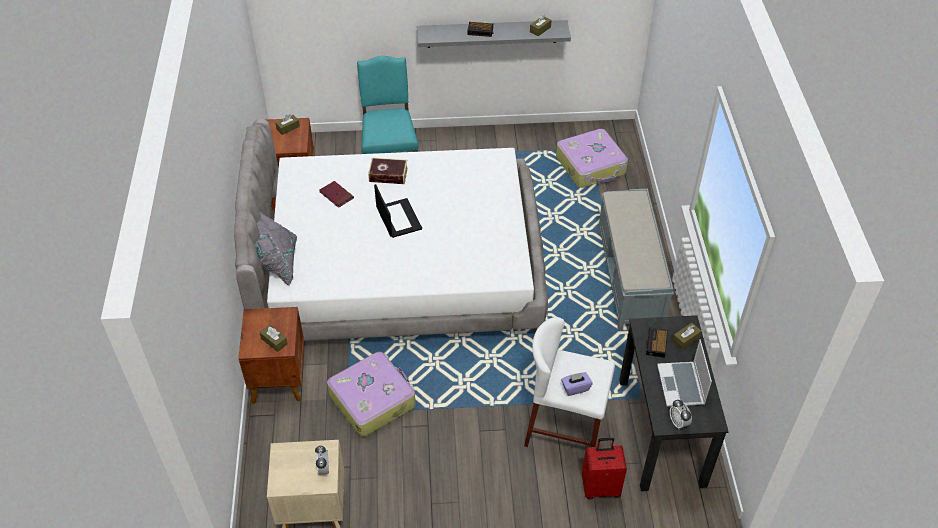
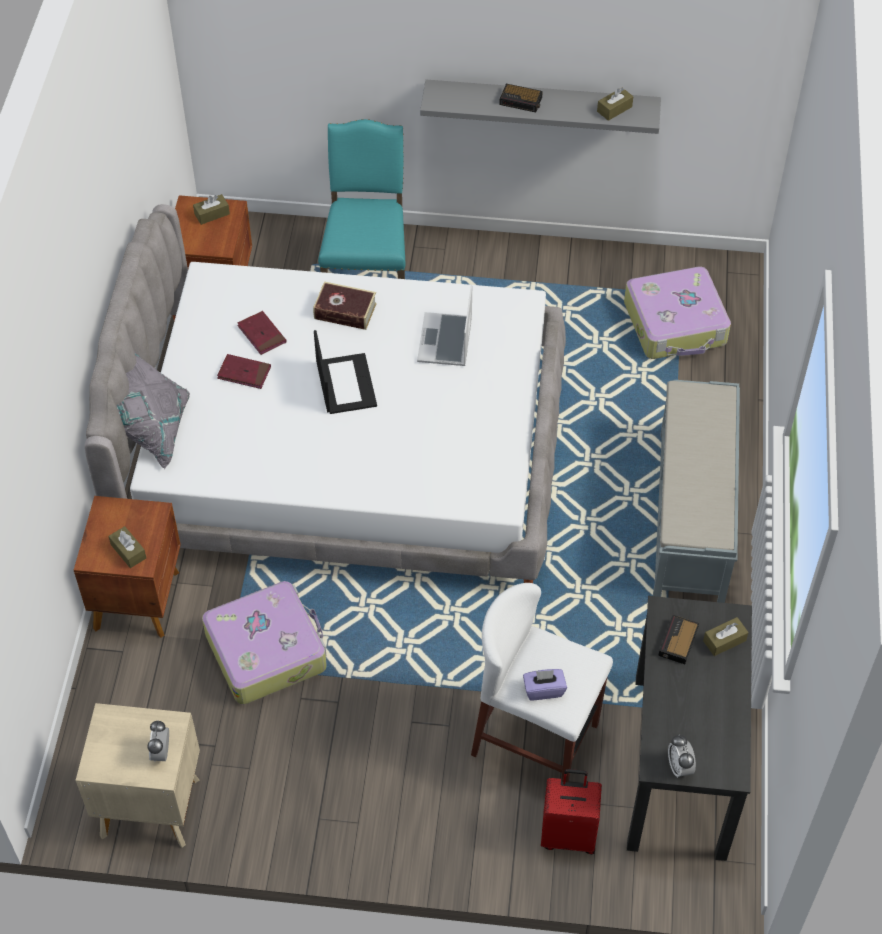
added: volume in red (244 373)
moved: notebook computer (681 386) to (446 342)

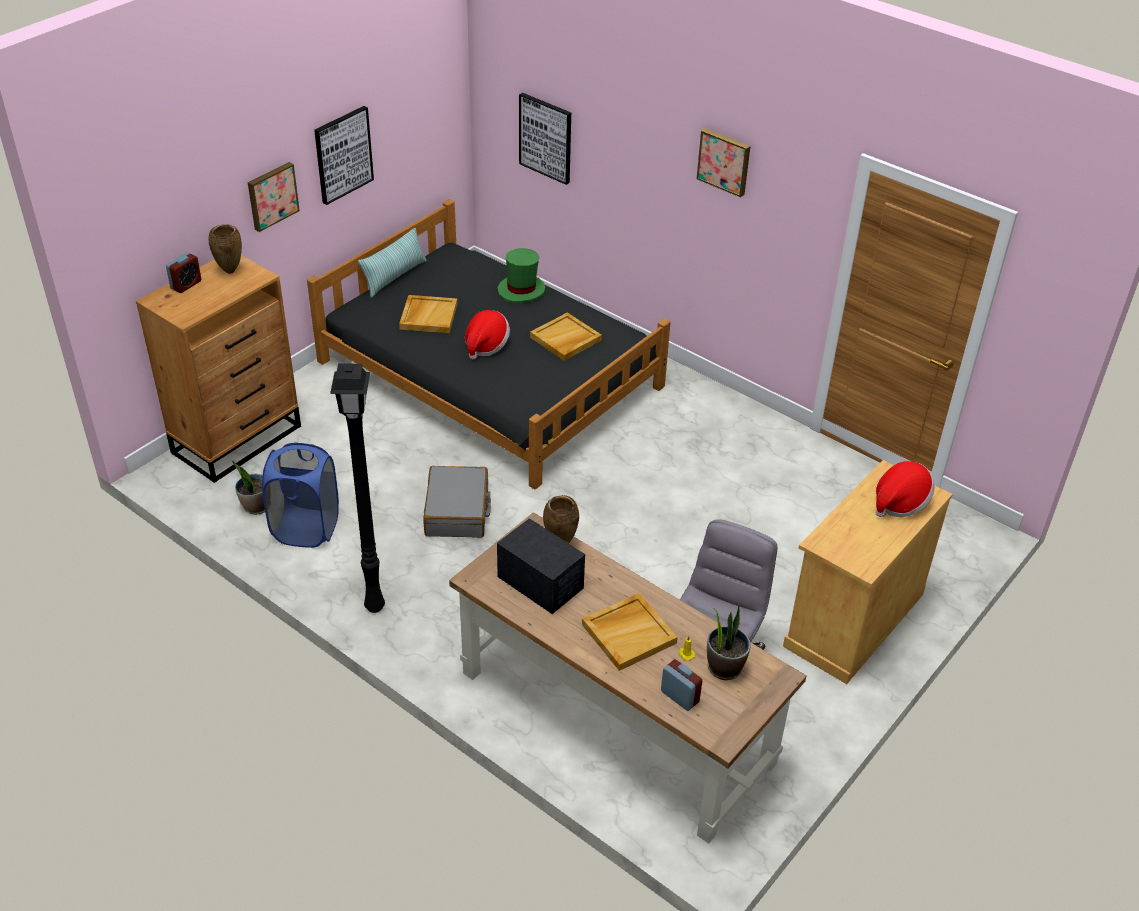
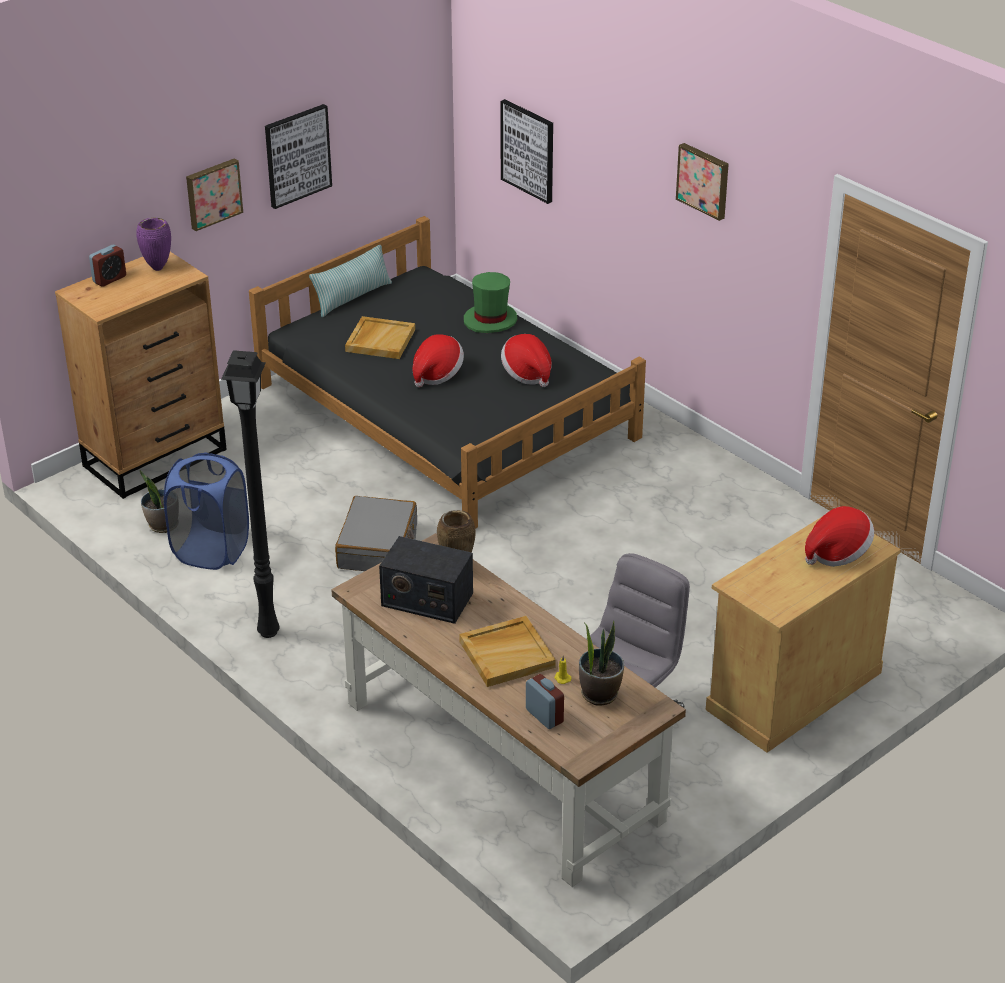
replaced: carrying tray in beige (565 339) to clothing hat (527 374)
recoloured: decorative vase in brown-coloured (230 271) to decorative vase in purplish (158 268)
turned: radio (541 582) = (426 599) 150 degrees clockwise

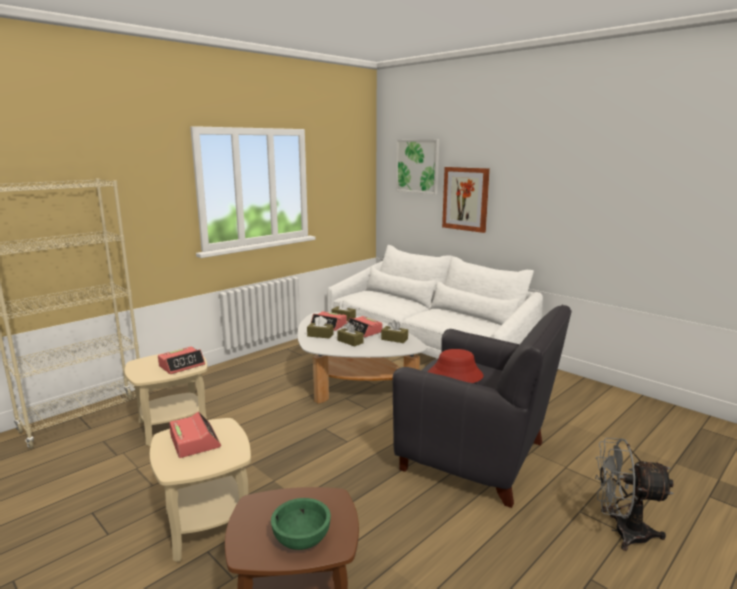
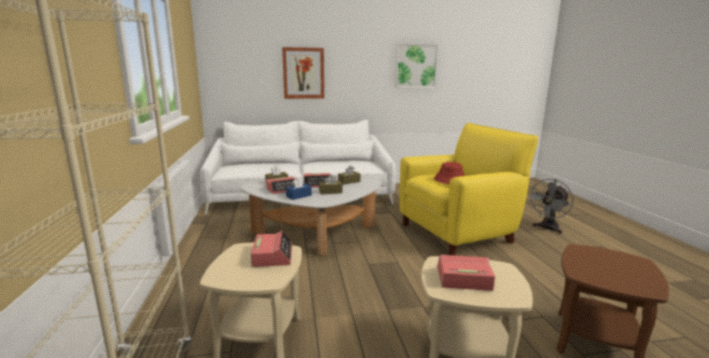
removed: bowl in green-coloured (302 539)
moved: wall art (417 166) to (416 66)
recoloured: box of tissues in brown-coloured (320 335) to box of tissues in blue-coloured (299 196); easy chair in blackish (477 457) to easy chair in yellow-coloured (458 233)

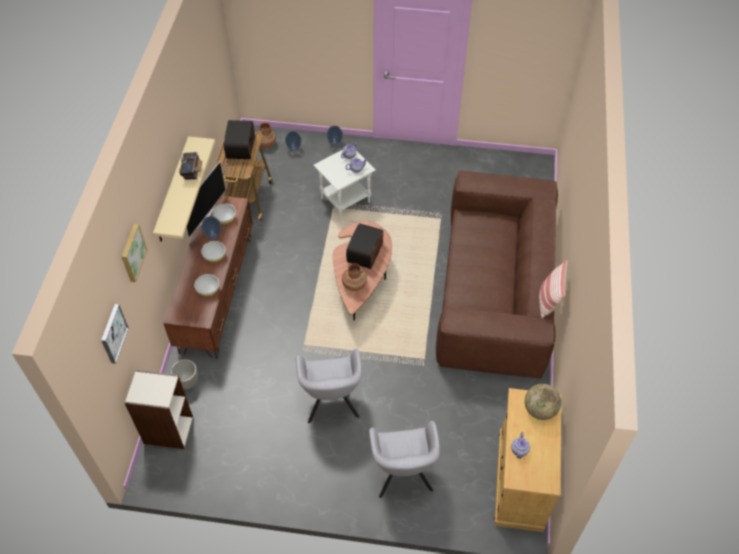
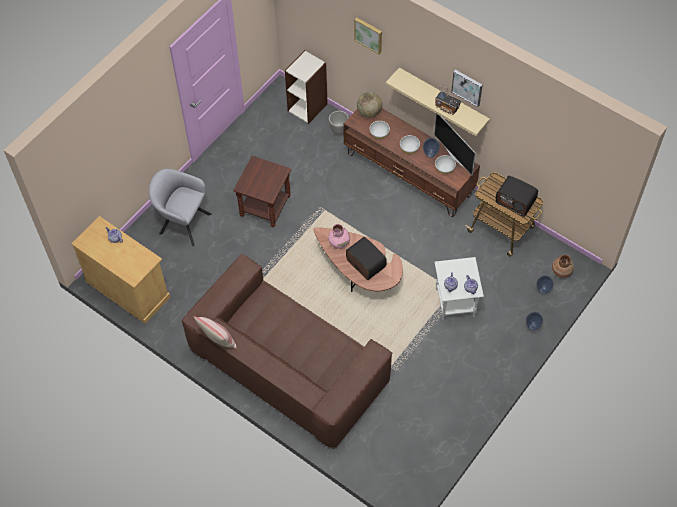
moved: wall art (113 333) to (467 87); globe (540 410) to (369 112)
replaced: easy chair in gray (331 403) to accent table in brown-coloured (265 206)
recoloured: decorative vase in brown-coloured (354 284) to decorative vase in pinkish (339 242)

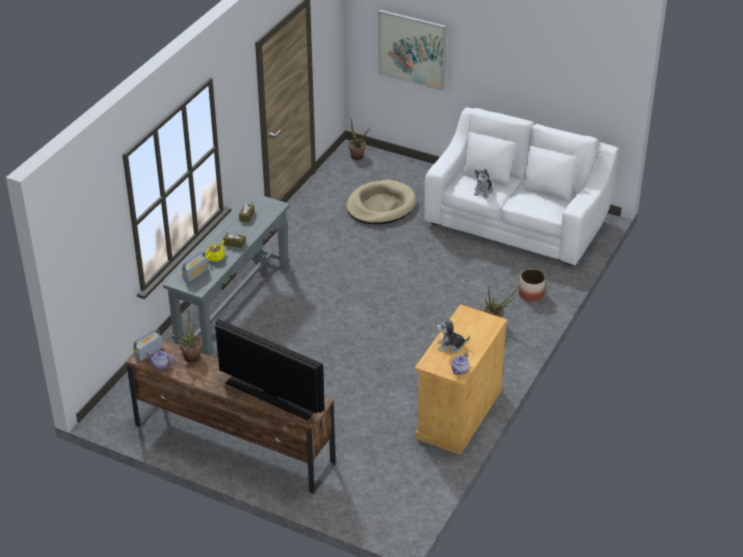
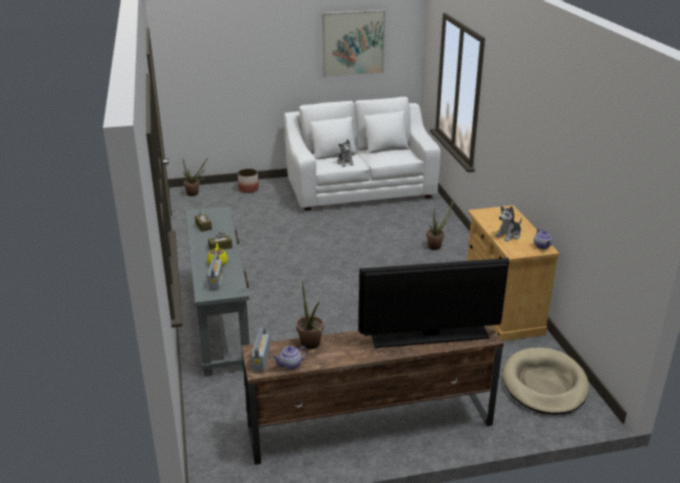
moved: dog cushion in beige (380 206) to (544 385); wall art (412 49) to (353 43); planter (531 294) to (249 189)

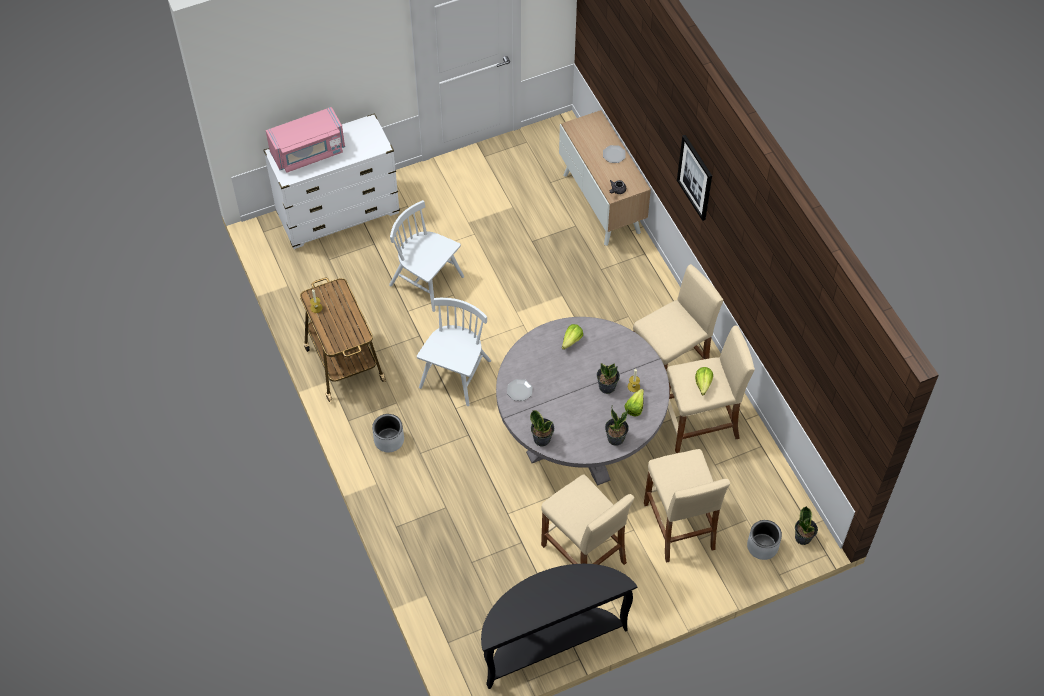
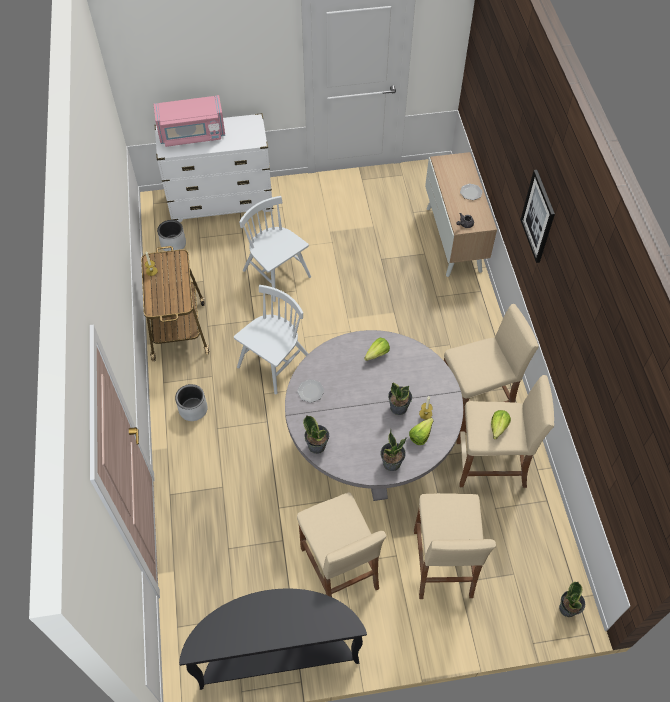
moved: planter in gray (762 546) to (173 244)

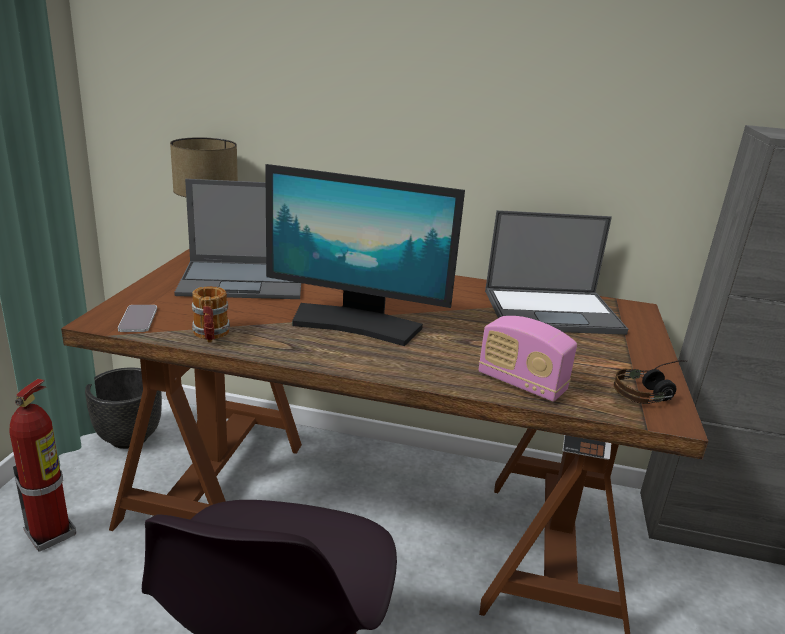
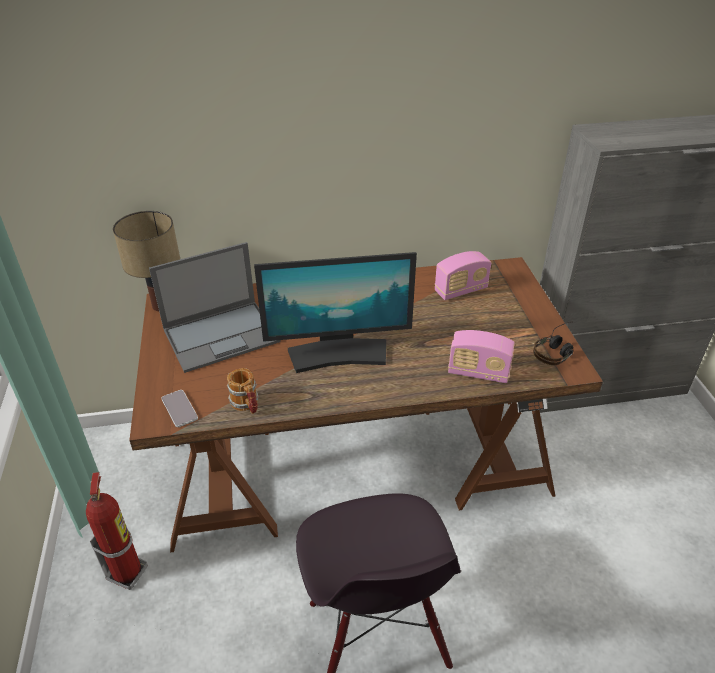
removed: planter in blackish (129 438)
replaced: notebook computer (553 311) to radio (461 290)

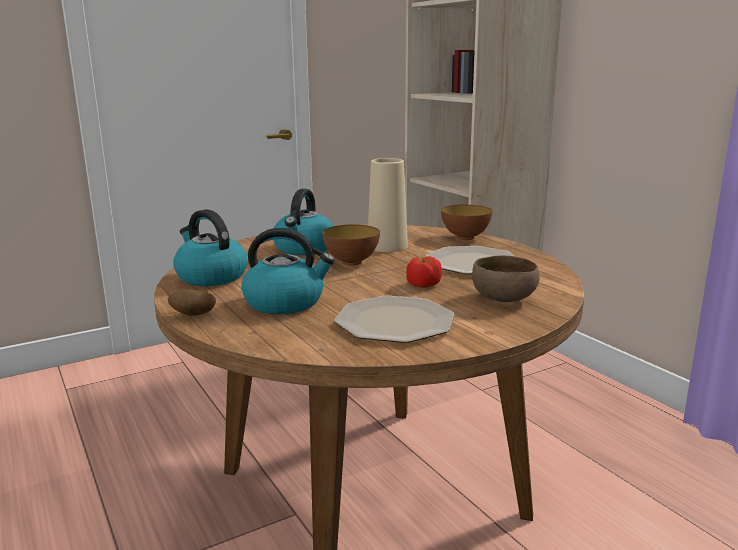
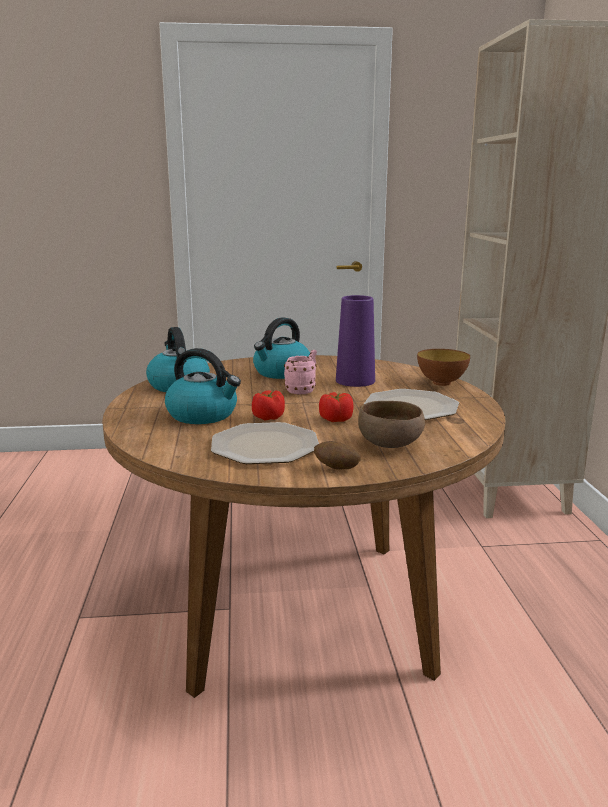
added: fresh tomato (269 417)
moved: spud (193 315) to (336 468)
replaced: bowl (351 262) to mug in pinkish (303 390)
recoloured: decorative vase in beige (387 246) to decorative vase in purplish (355 381)

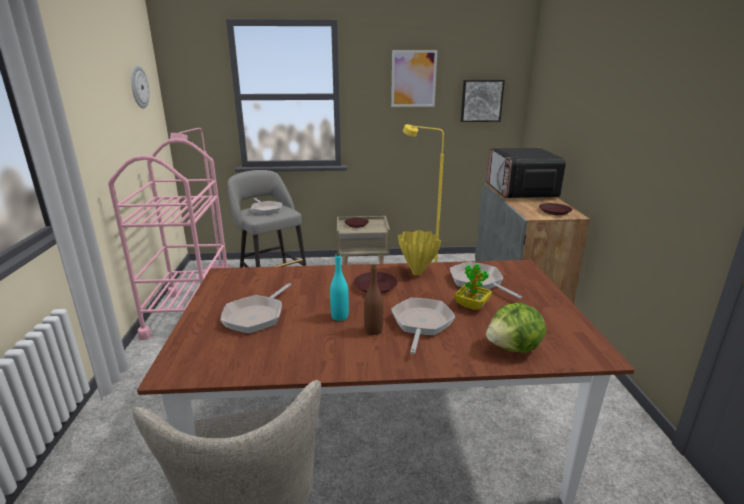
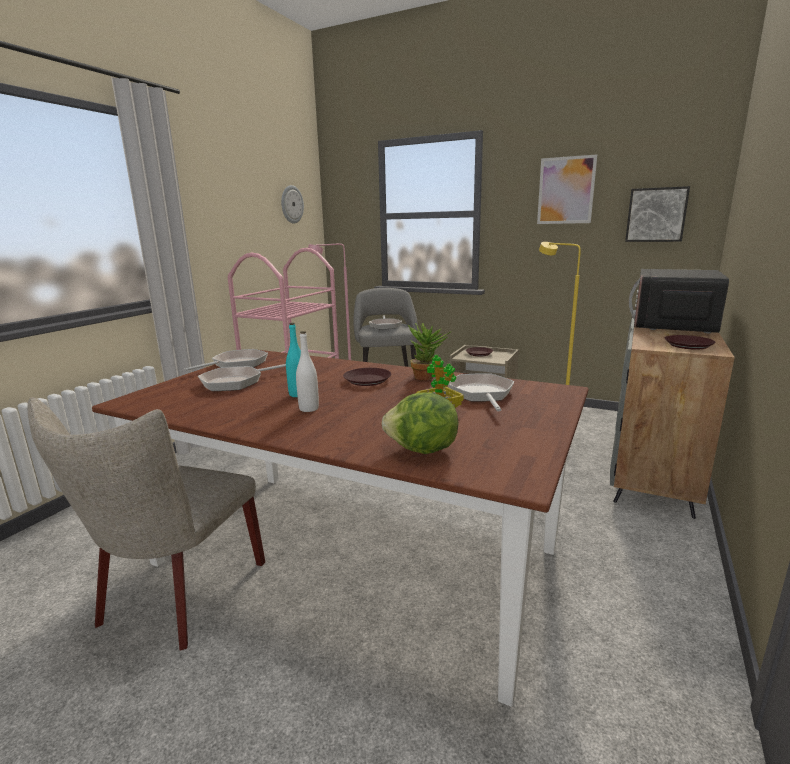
moved: frying pan (421 324) to (236 364)
replaced: decorative vase in yellow-coloured (417 272) to houseplant (428 377)
recoloured: bottle in brown-coloured (373 330) to bottle in whitish (309 409)

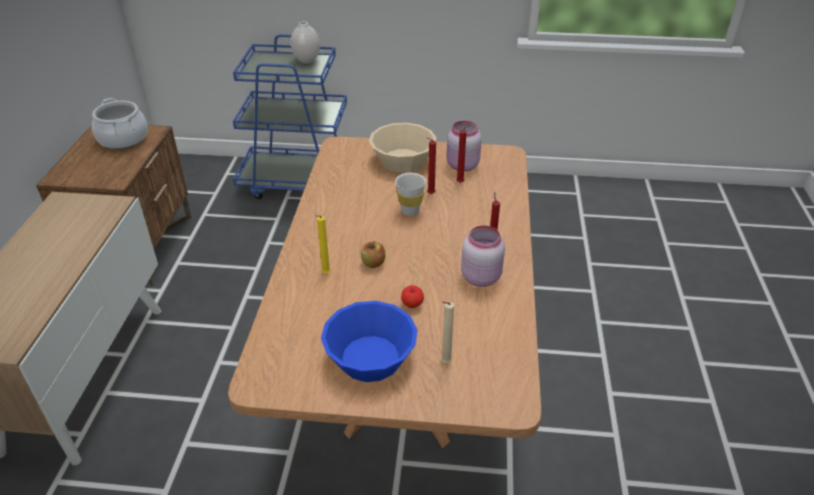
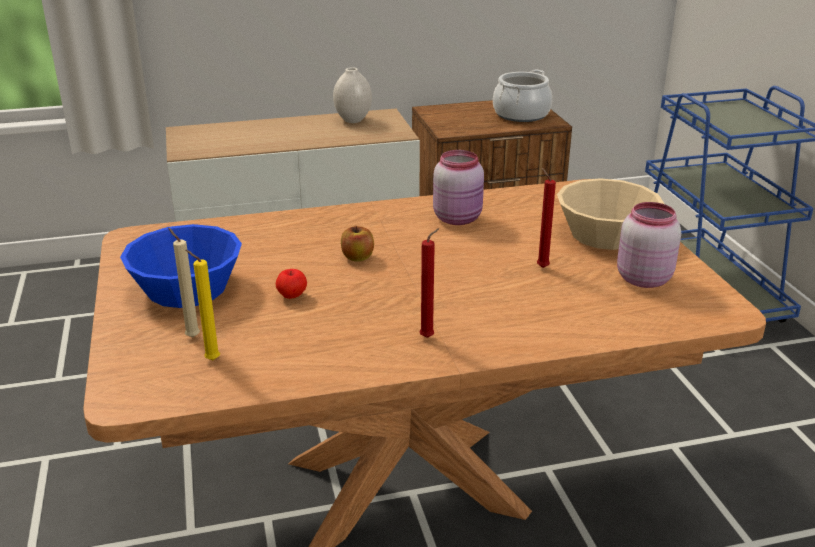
removed: cup in whitish (410 211); wax light in red (461 182)
moved: decorative vase in whitish (307 61) to (352 120); wax light in yellow-coloured (325 274) to (210 359); jar in pinkish (480 276) to (459 218)

